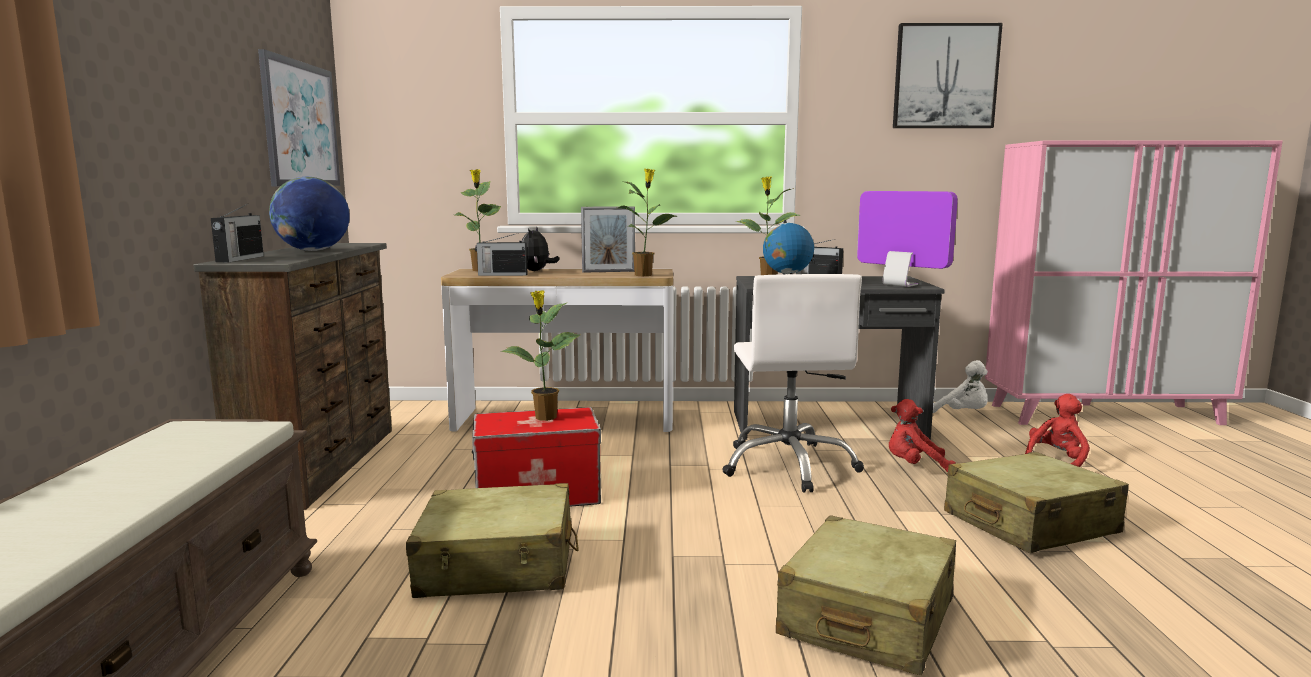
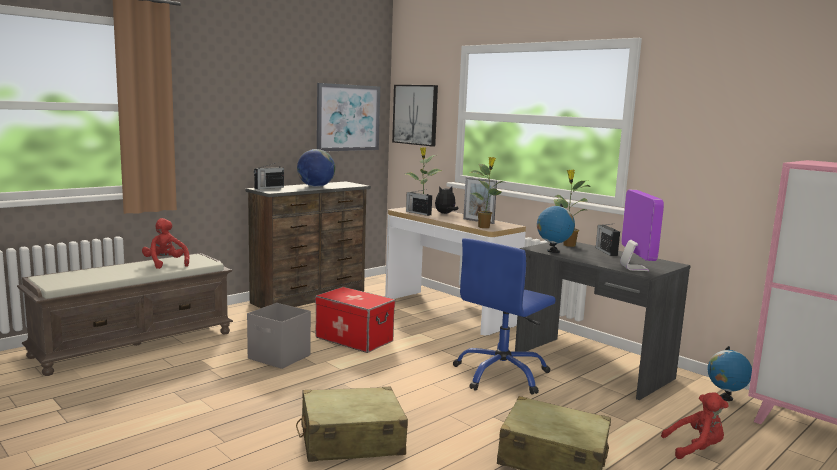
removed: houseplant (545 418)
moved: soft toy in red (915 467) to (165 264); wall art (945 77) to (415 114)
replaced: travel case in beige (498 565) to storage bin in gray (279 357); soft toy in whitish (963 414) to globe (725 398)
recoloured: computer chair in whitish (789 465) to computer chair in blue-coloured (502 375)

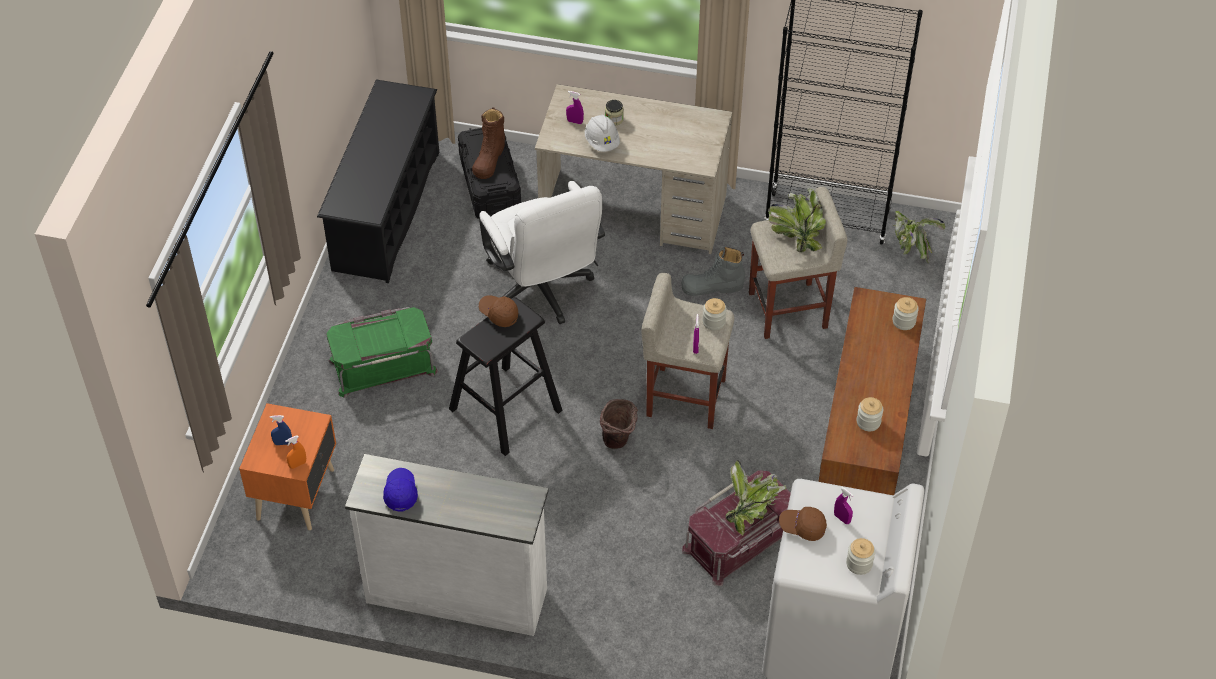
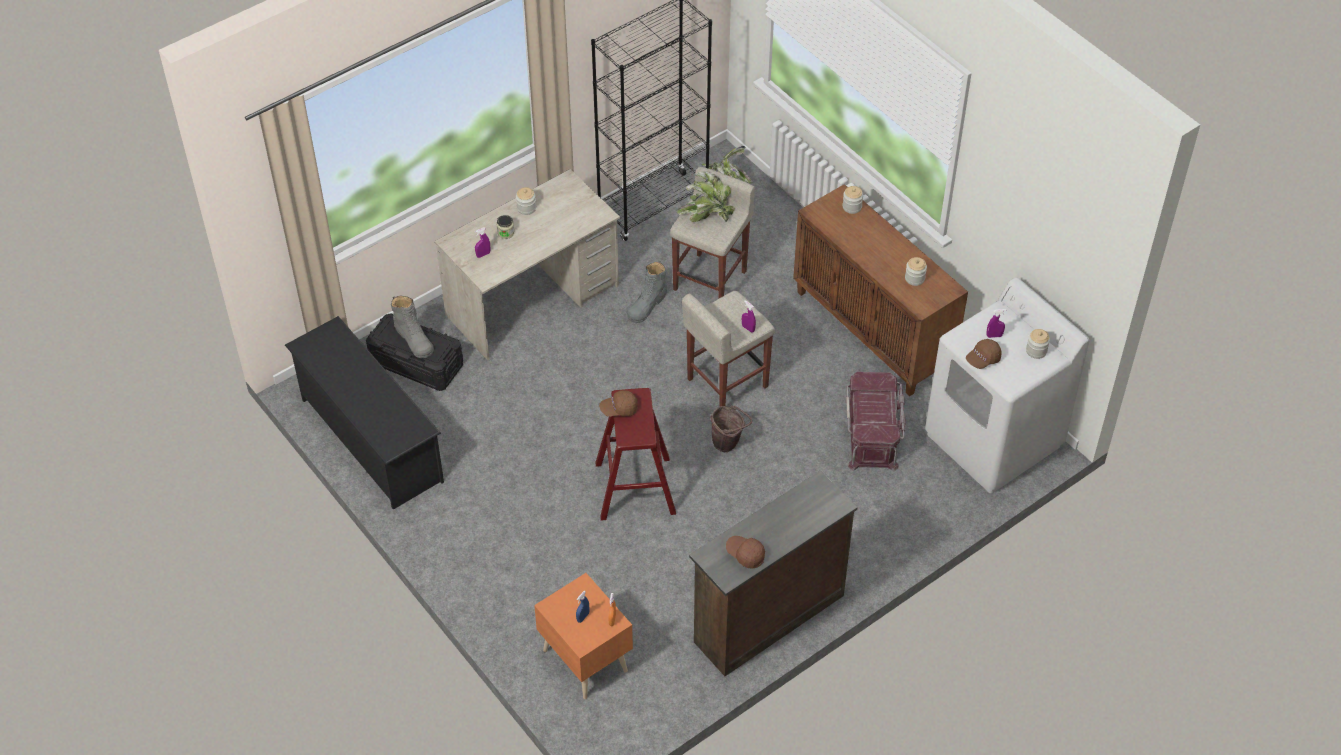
removed: storage bin in green-coloured (383 364); computer chair in whitish (542 292); hard hat in whitish (602 142); houseplant (752 511)
moved: jar (714 322) to (526 208)
recoloured: chest of drawers in whitish (456 593) to chest of drawers in brown-coloured (767 617); baseball cap in blue-coloured (400 493) to baseball cap in brown-coloured (745 554); sitting stool in blackish (505 410) to sitting stool in red (635 488); tall boot in brown-coloured (489 158) to tall boot in gray (413 339)

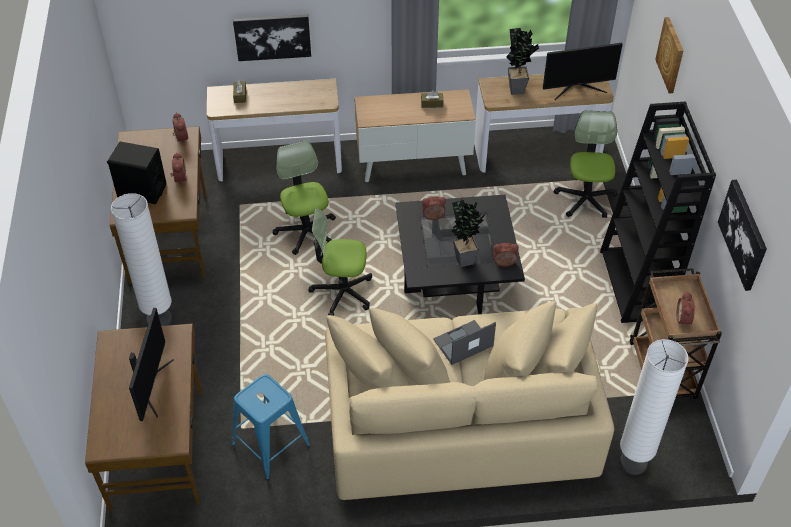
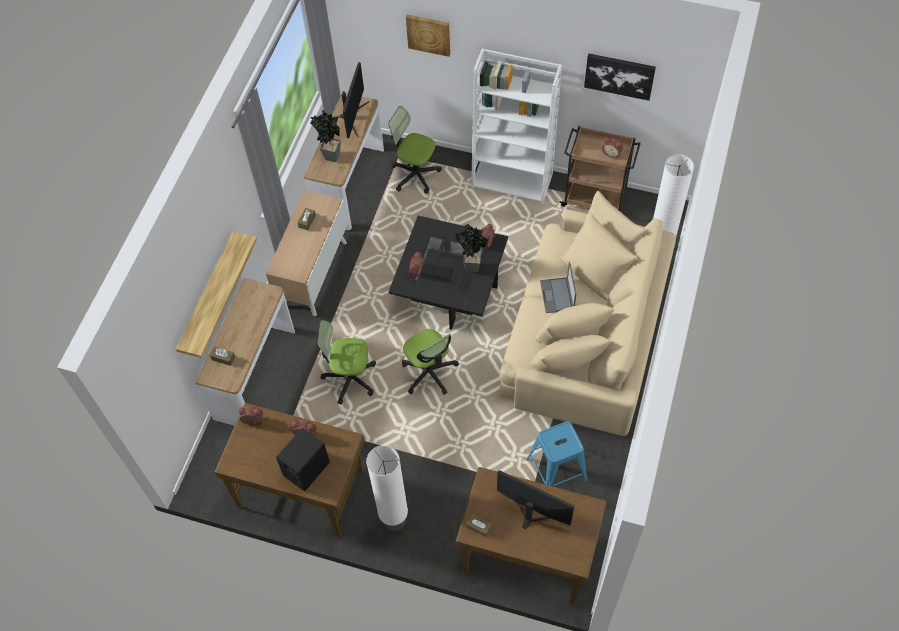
added: box of tissues in brown-coloured (478 527)
replaced: wall art (272 36) to bracket shelf (207 295)
recoloured: bookcase in blackish (635 285) to bookcase in whitish (513 180)
turned: computer chair (342 292) = (429 373) 60 degrees counterclockwise

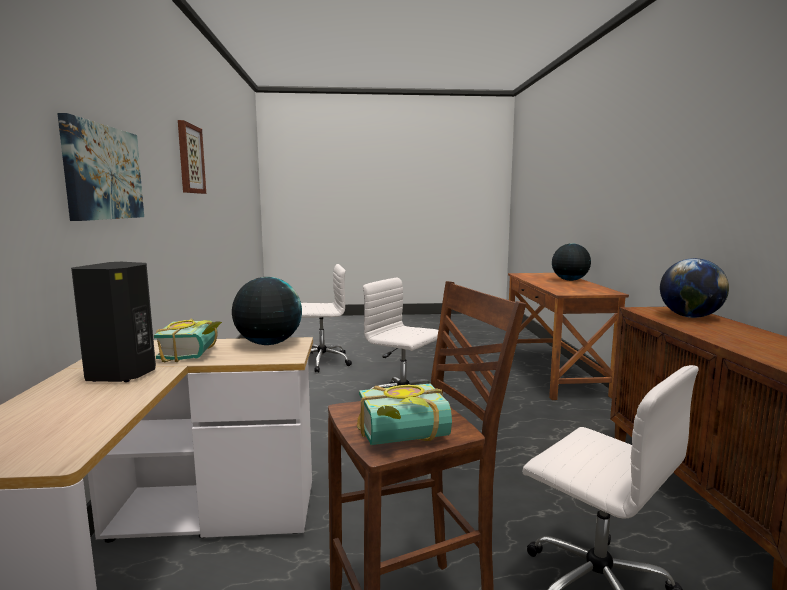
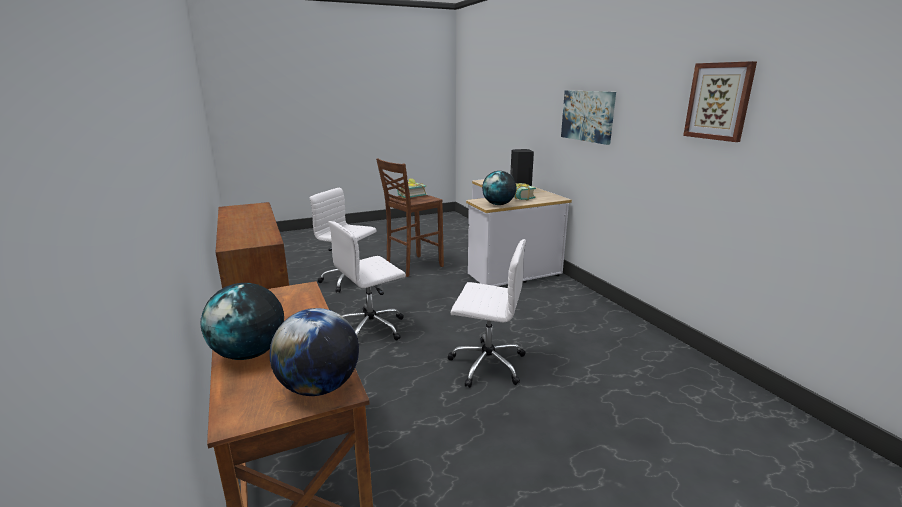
moved: computer chair in whitish (321 361) to (372 327); globe (690 317) to (319 387)

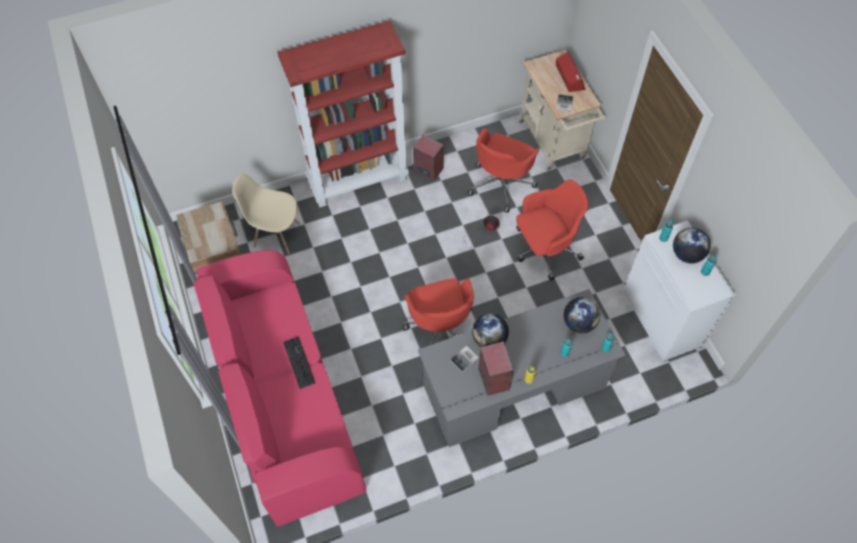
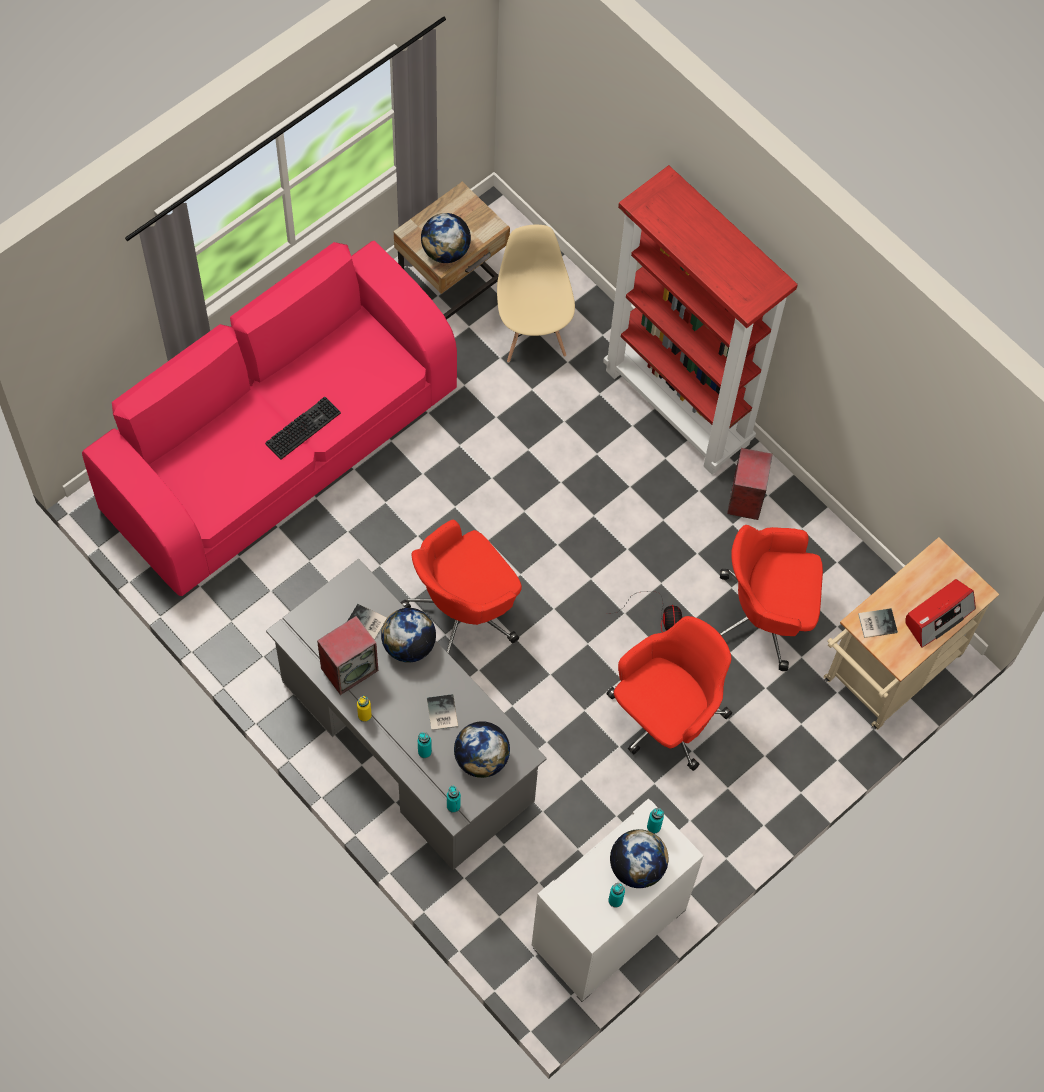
added: globe (446 251); volume (441 714)
turned: computer chair in red (545 249) = (665 718) 90 degrees counterclockwise

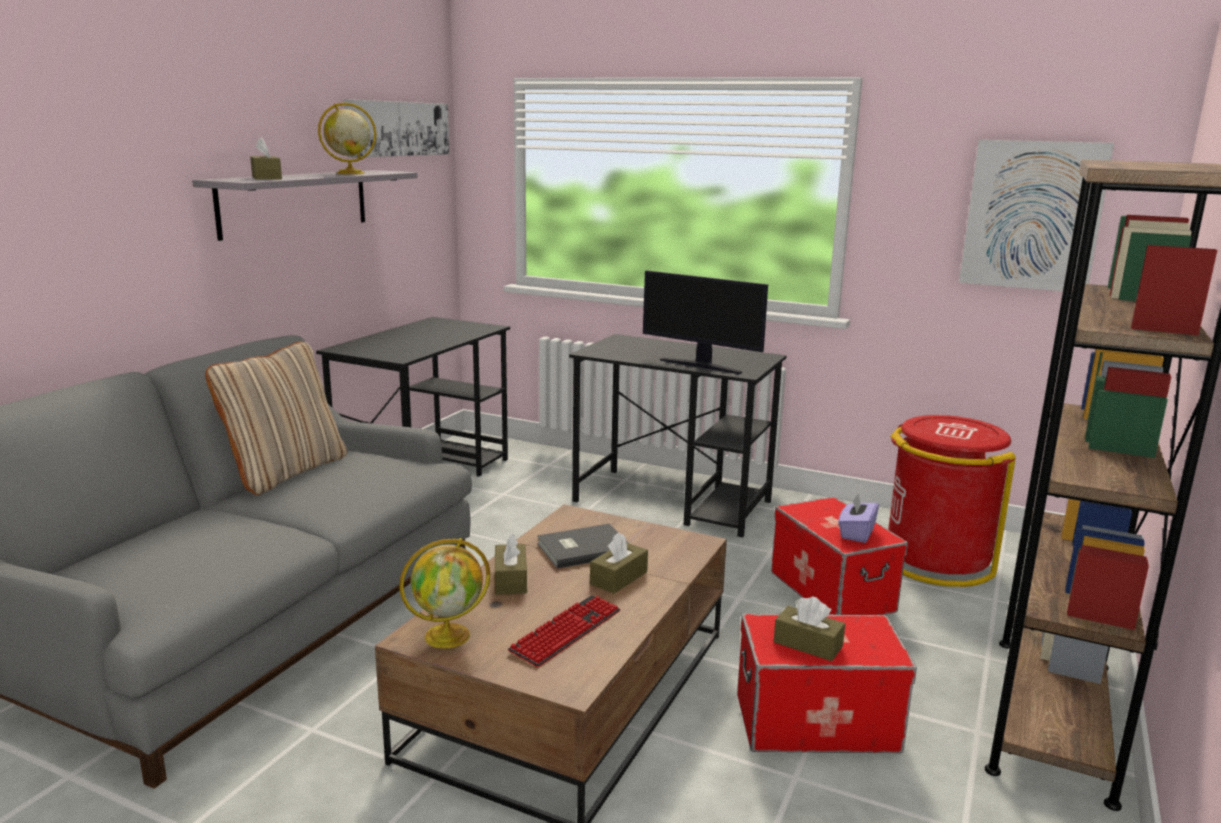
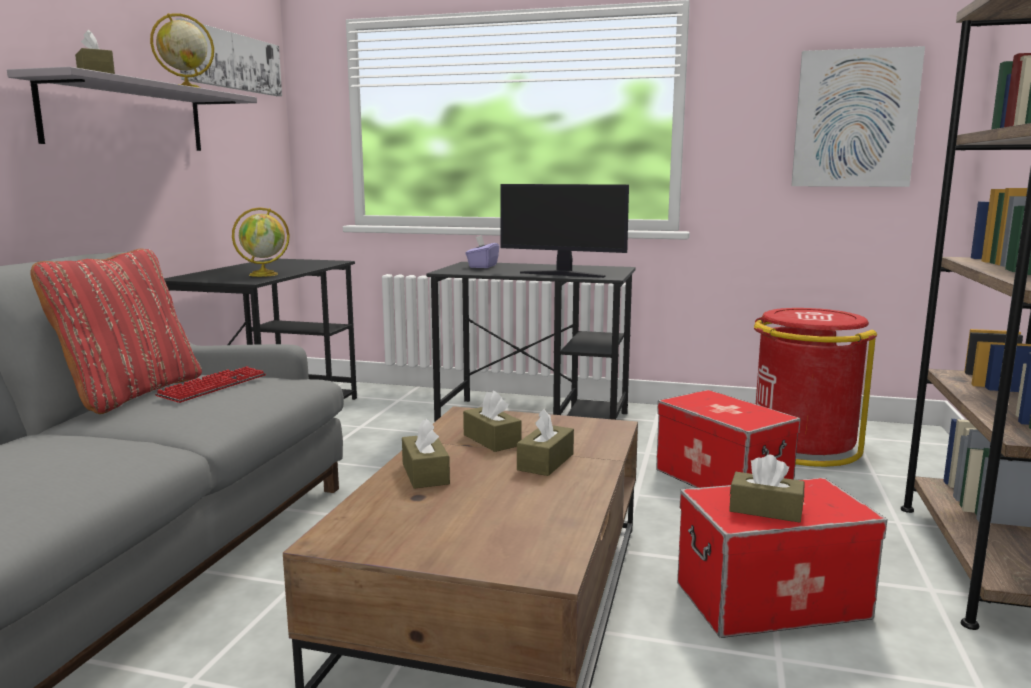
moved: globe (449 635) to (264 274); PC keyboard (566 632) to (213 386); box of tissues in purplish (856 533) to (482 266)
replaced: volume in gray (582 548) to box of tissues in brown-coloured (492 440)
recoloured: cushion in beige (285 472) to cushion in red (131 393)

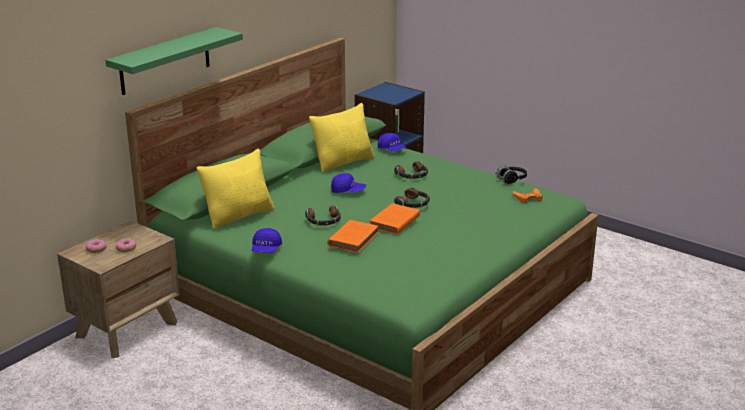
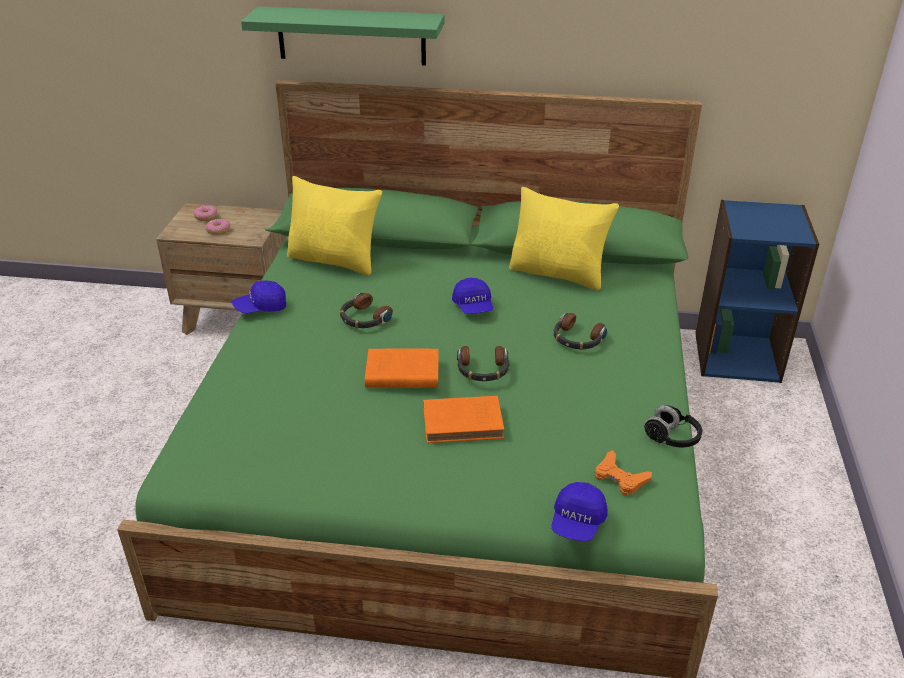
moved: volume in orangey (354 239) to (465 423); baseball cap in blue-coloured (392 150) to (577 522)

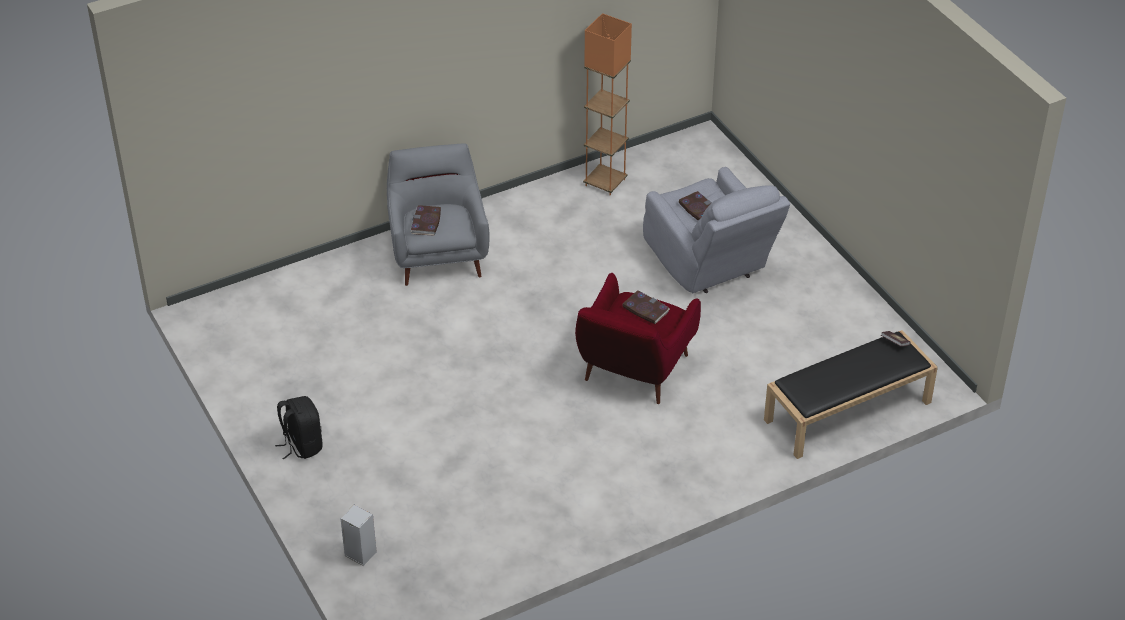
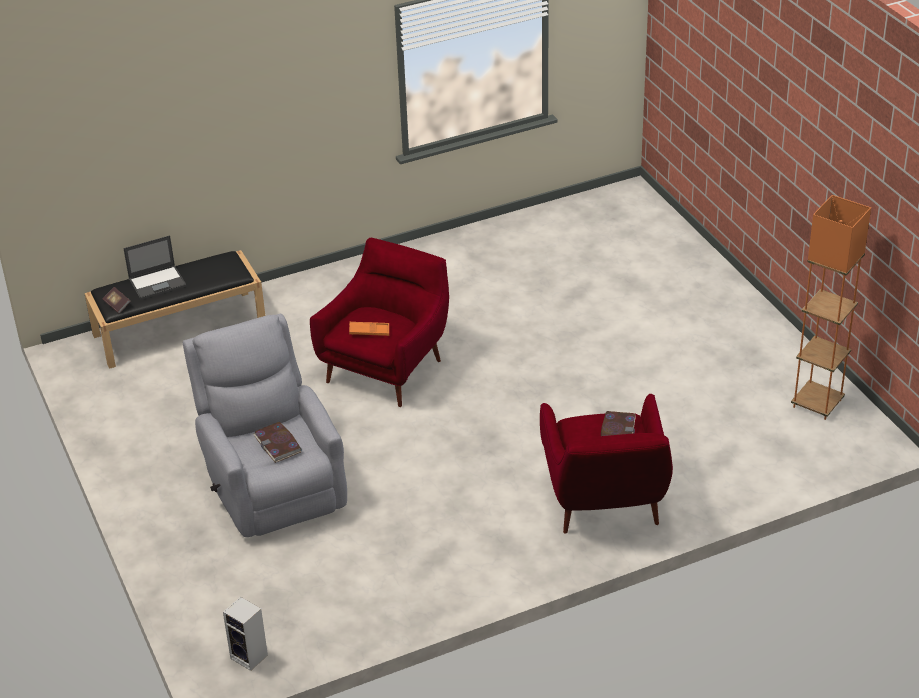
removed: knapsack in blackish (302 445)
added: notebook computer (158 282)
moved: audio speaker (359 554) to (250 657); standard lamp in orangey (605 182) to (817 403)
replaced: volume (645 309) to carrying tray in orangey (369 331)
recoloured: easy chair in gray (438 254) to easy chair in red (604 503)

